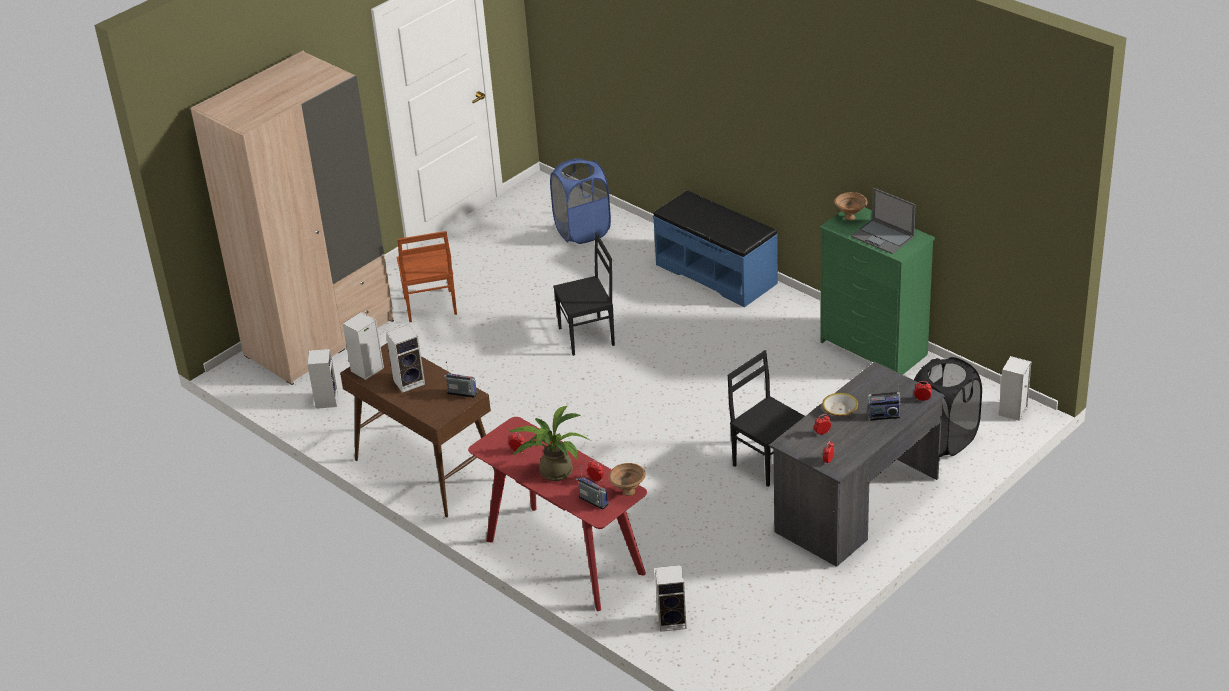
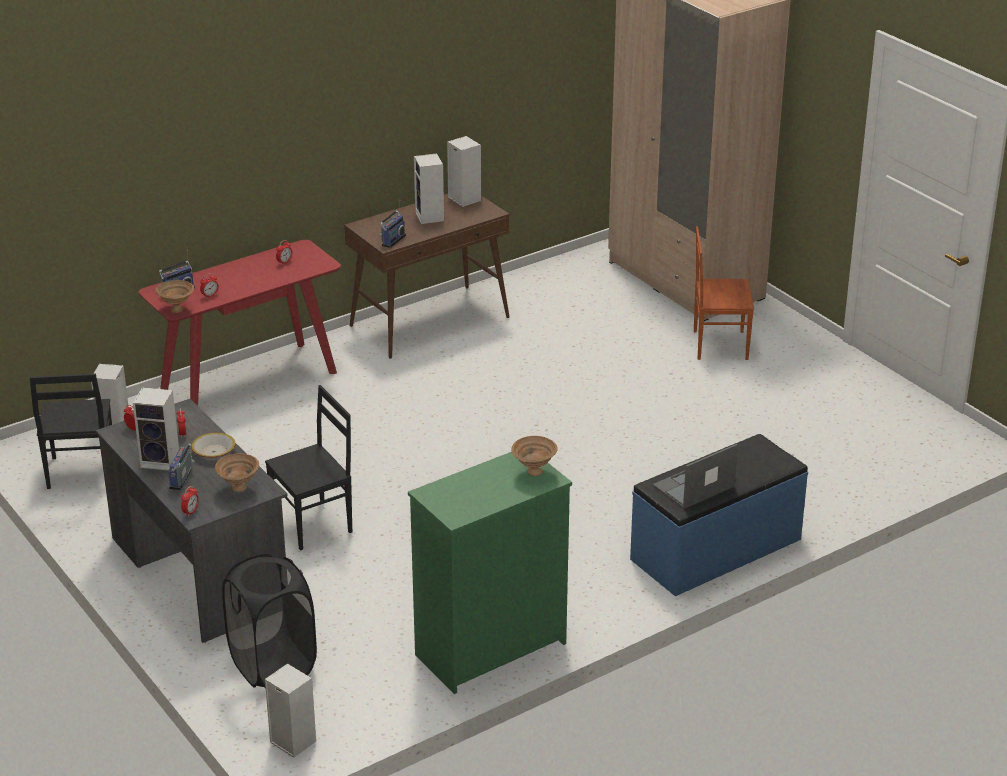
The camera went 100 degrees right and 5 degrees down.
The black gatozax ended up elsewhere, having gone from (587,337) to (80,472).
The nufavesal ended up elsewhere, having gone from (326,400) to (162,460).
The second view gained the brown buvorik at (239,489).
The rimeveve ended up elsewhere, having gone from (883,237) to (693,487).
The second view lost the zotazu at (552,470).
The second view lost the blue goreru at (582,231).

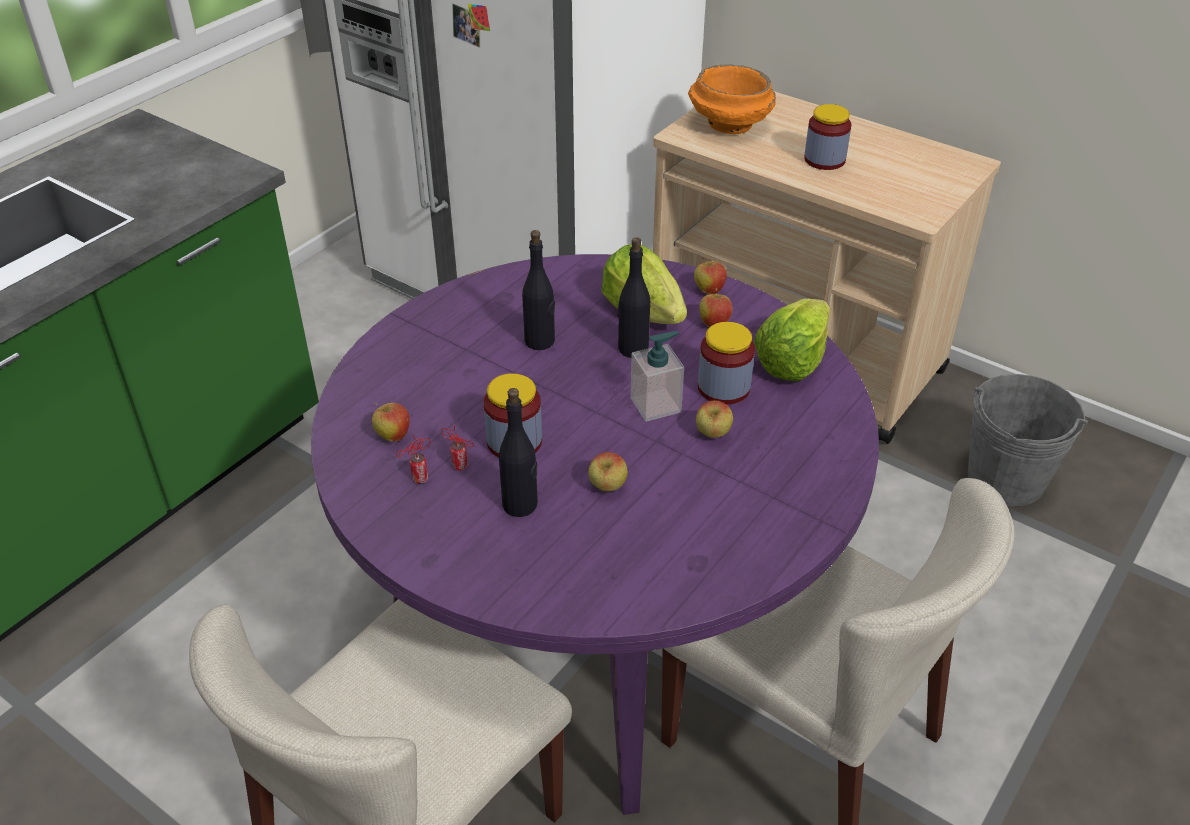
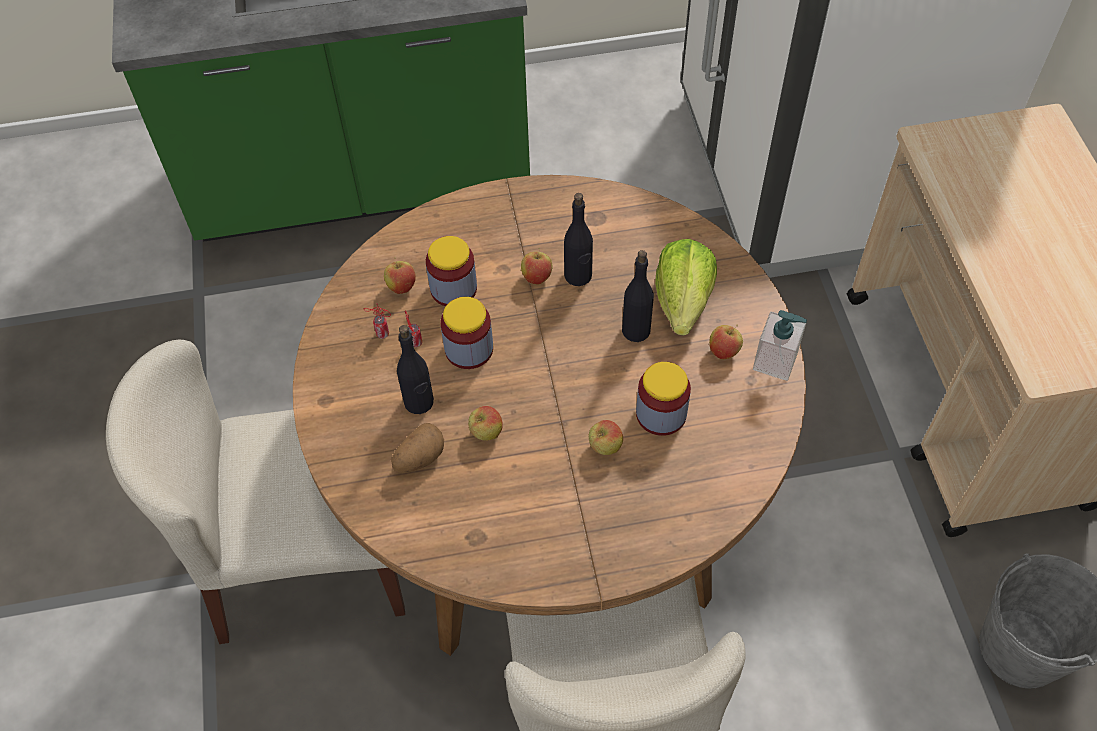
The camera went 45 degrees right and 15 degrees up.
What was the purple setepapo at (594,631) turned into the brown setepapo at (553,508).
The second view gained the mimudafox at (419,458).
The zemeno ended up elsewhere, having gone from (824,160) to (453,289).
The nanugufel ended up elsewhere, having gone from (708,290) to (537,277).
The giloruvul ended up elsewhere, having gone from (656,405) to (775,361).
The second view lost the orange buvorik at (728,124).
The second view lost the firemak at (792,361).

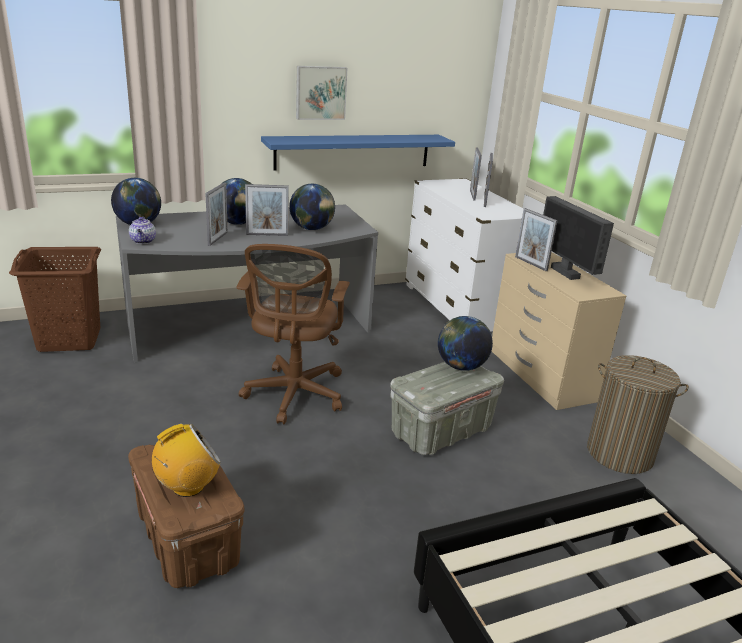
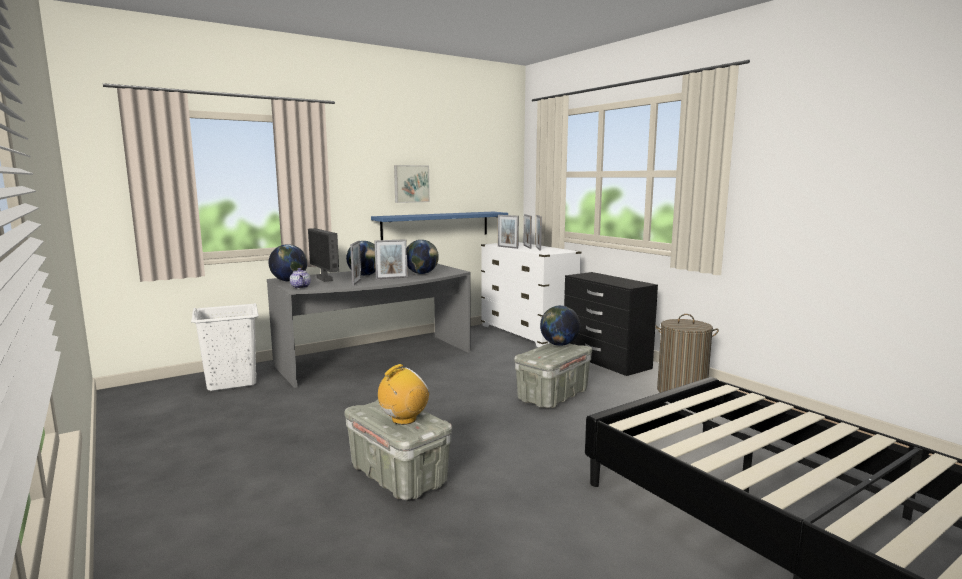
The camera went 10 degrees left and 15 degrees down.
What was the brown goreru at (69,339) turned into the white goreru at (231,381).
The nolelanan ended up elsewhere, having gone from (566,273) to (325,279).
What was the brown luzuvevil at (187,539) turned into the grey luzuvevil at (397,475).
The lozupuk ended up elsewhere, having gone from (531,263) to (507,247).
What was the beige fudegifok at (540,375) turned into the black fudegifok at (605,360).
The second view lost the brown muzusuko at (294,396).

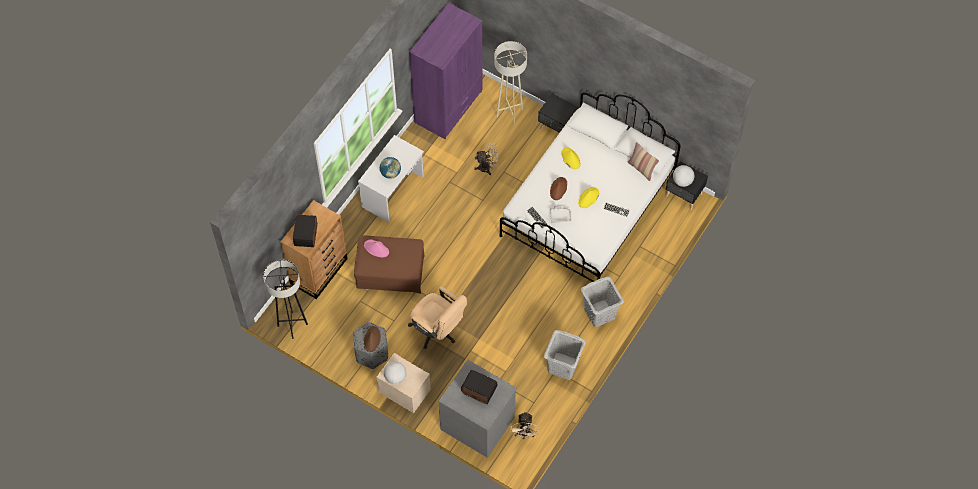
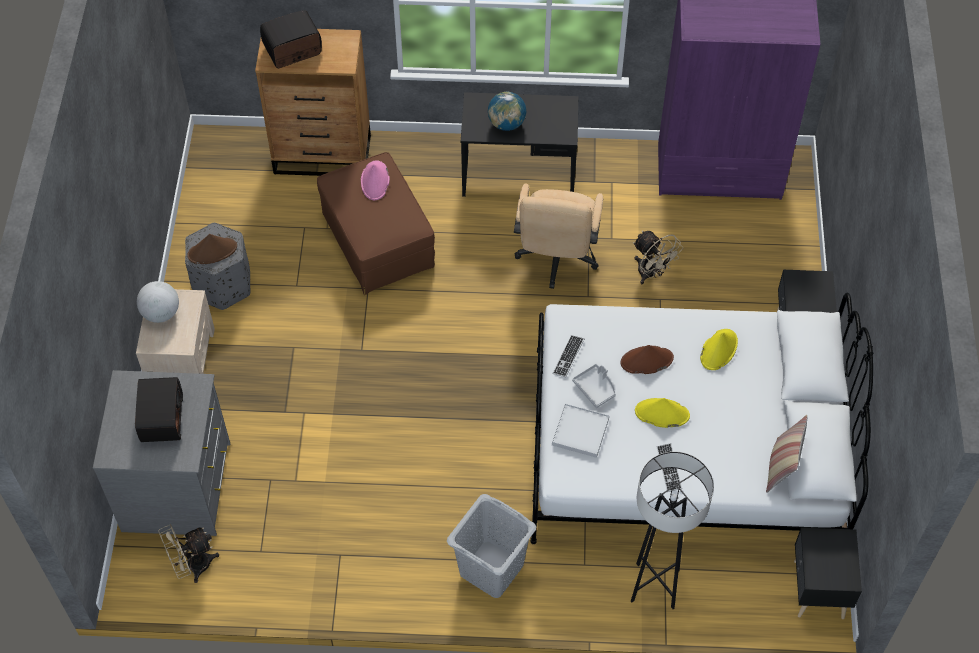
The camera went 60 degrees right and 5 degrees down.
What was the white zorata at (393,192) turned into the black zorata at (518,177).
The beige muzusuko ended up elsewhere, having gone from (438,331) to (556,259).
The second view gained the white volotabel at (580,432).
The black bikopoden ended up elsewhere, having gone from (292,325) to (655,586).
The second view lost the beige bikopoden at (509,113).
The second view lost the grey goreru at (562,366).
The second view lost the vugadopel at (682,181).

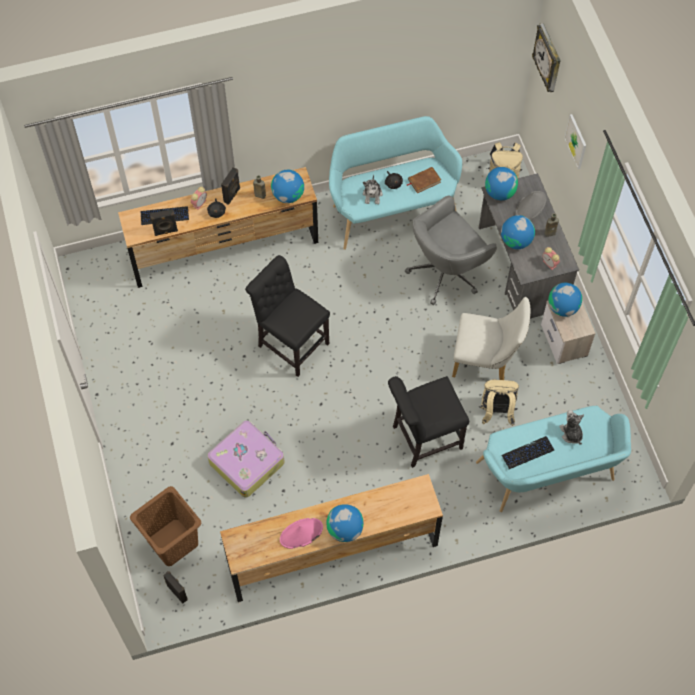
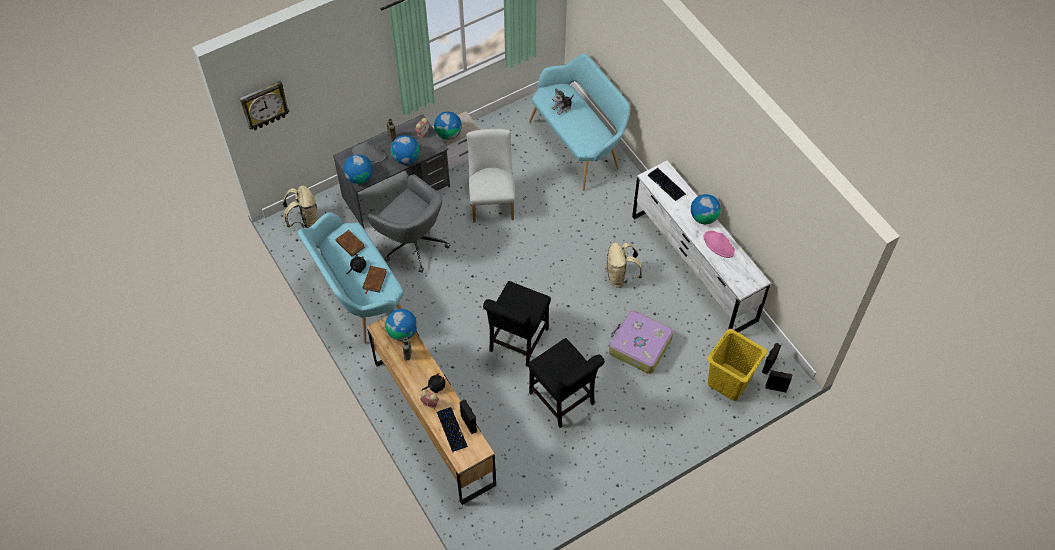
The camera went 105 degrees left and 5 degrees down.
Where the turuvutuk stood at (372,195), the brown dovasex came to stand at (374,280).
The black gatozax ended up elsewhere, having gone from (423,438) to (564,401).
The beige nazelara ended up elsewhere, having gone from (496,412) to (620,276).
What was the brown fudegifok at (332,553) turned into the white fudegifok at (693,267).
The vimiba ended up elsewhere, having gone from (527,453) to (666,185).
What was the brown goreru at (173,542) turned into the yellow goreru at (729,381).
The black nufavesal ended up elsewhere, having gone from (232,195) to (776,387).
The second view lost the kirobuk at (576,141).

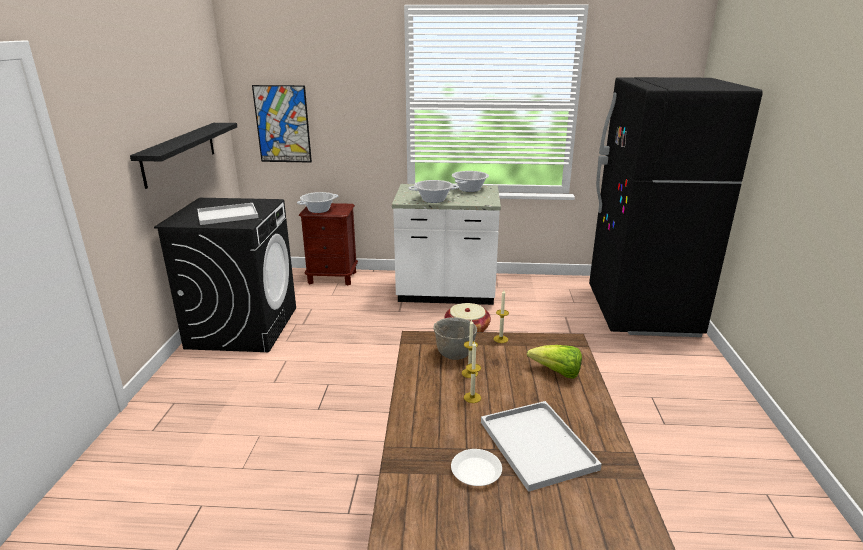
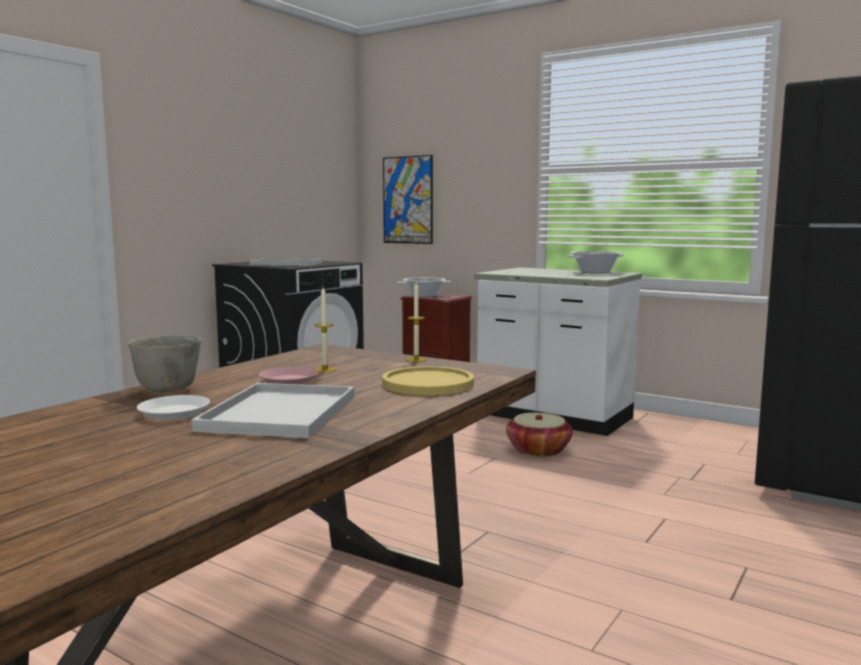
The camera went 30 degrees right and 15 degrees down.
The grey buvorik ended up elsewhere, having gone from (453,354) to (167,389).
Where the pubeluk stood at (472,397), the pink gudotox came to stand at (288,380).
Where the firemak stood at (557,373), the yellow gudotox came to stand at (428,383).
The second view lost the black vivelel at (180,153).
The second view lost the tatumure at (433,200).

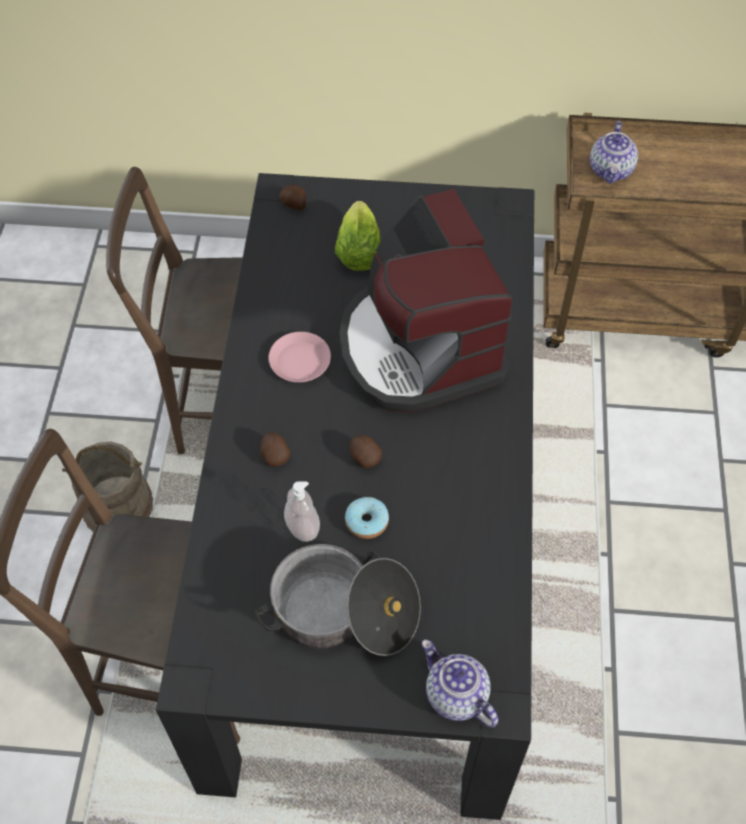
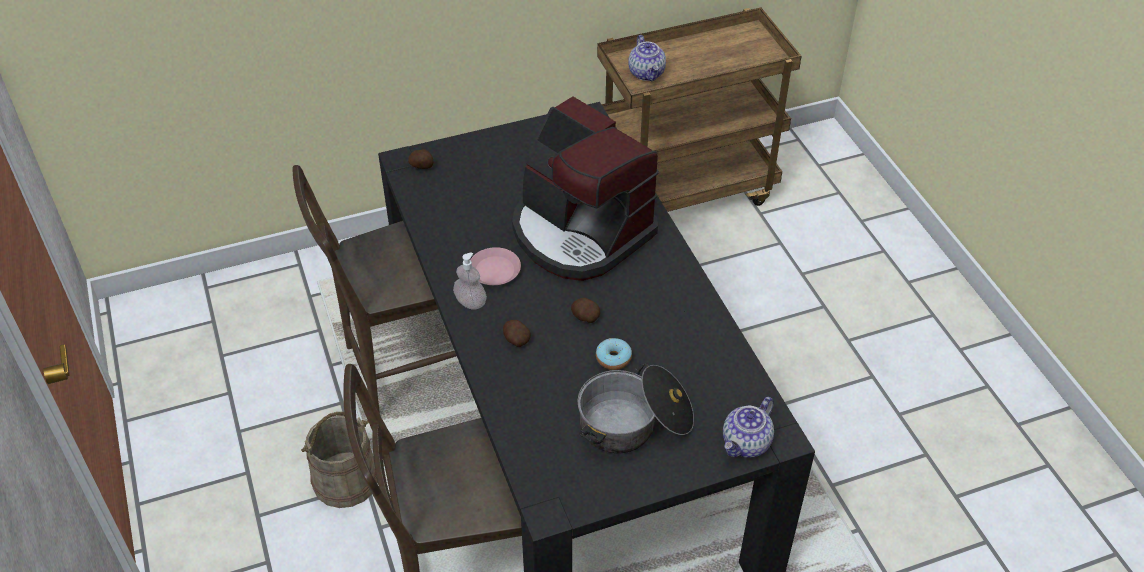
The camera went 25 degrees left and 10 degrees down.
The giloruvul ended up elsewhere, having gone from (302,527) to (470,302).
The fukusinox at (455,695) ended up facing another way, 75 degrees counterclockwise from before.
The second view lost the firemak at (358,253).

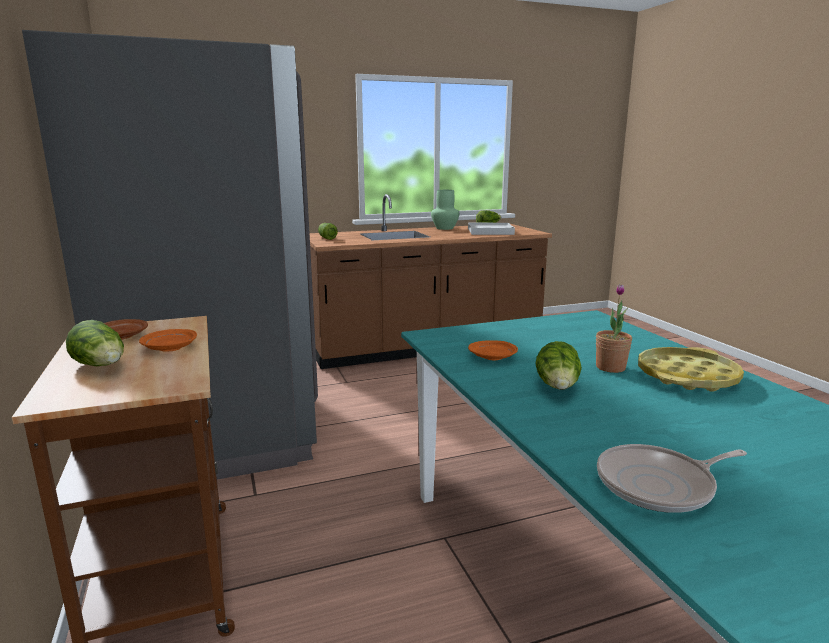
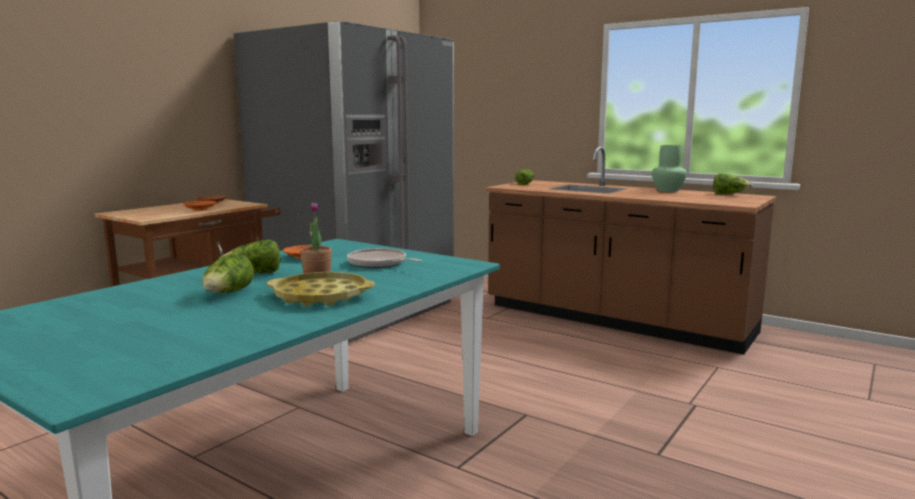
The camera went 55 degrees right and 5 degrees down.
The firemak ended up elsewhere, having gone from (102,366) to (228,294).
The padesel ended up elsewhere, having gone from (659,485) to (379,264).
The second view lost the white volotabel at (490,231).

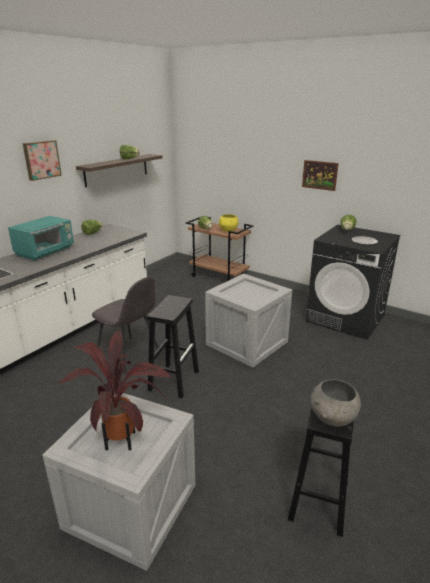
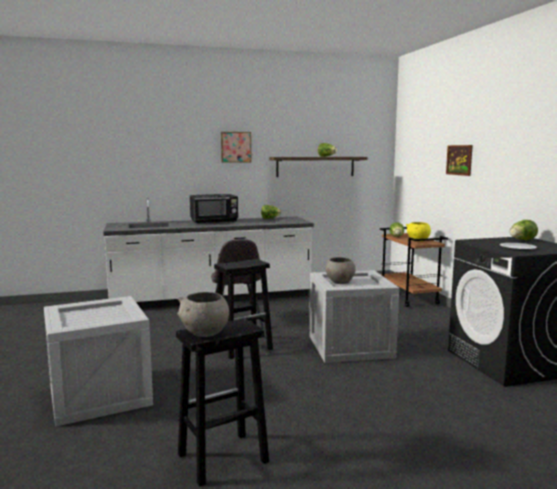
The camera went 40 degrees right and 15 degrees down.
What was the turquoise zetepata at (46,252) turned into the black zetepata at (214,221).
The second view gained the grey buvorik at (339,282).
The kirobuk ended up elsewhere, having gone from (319,175) to (459,160).
The second view lost the zotazu at (123,438).

